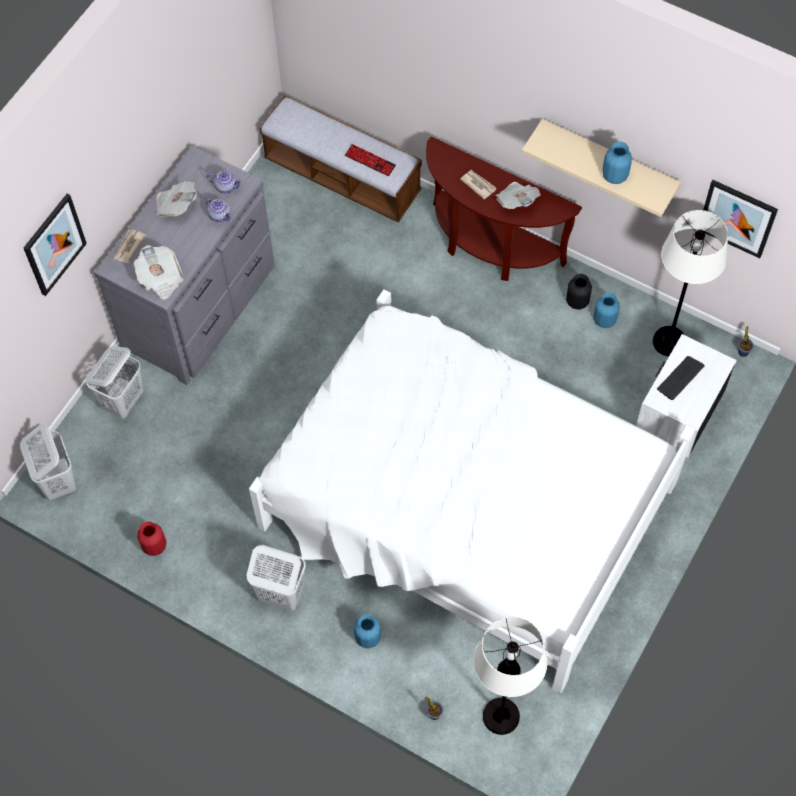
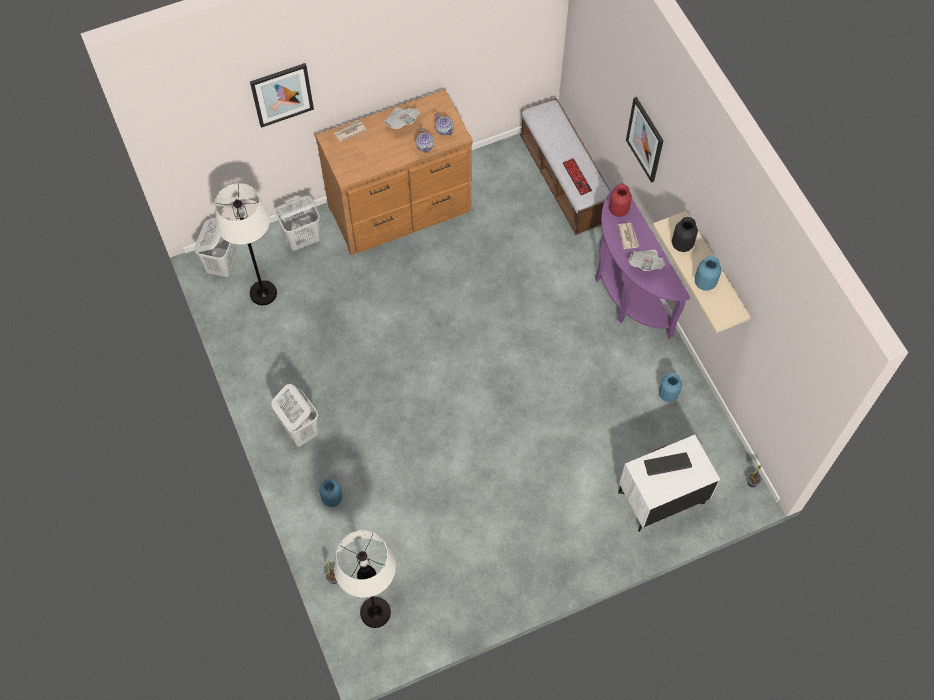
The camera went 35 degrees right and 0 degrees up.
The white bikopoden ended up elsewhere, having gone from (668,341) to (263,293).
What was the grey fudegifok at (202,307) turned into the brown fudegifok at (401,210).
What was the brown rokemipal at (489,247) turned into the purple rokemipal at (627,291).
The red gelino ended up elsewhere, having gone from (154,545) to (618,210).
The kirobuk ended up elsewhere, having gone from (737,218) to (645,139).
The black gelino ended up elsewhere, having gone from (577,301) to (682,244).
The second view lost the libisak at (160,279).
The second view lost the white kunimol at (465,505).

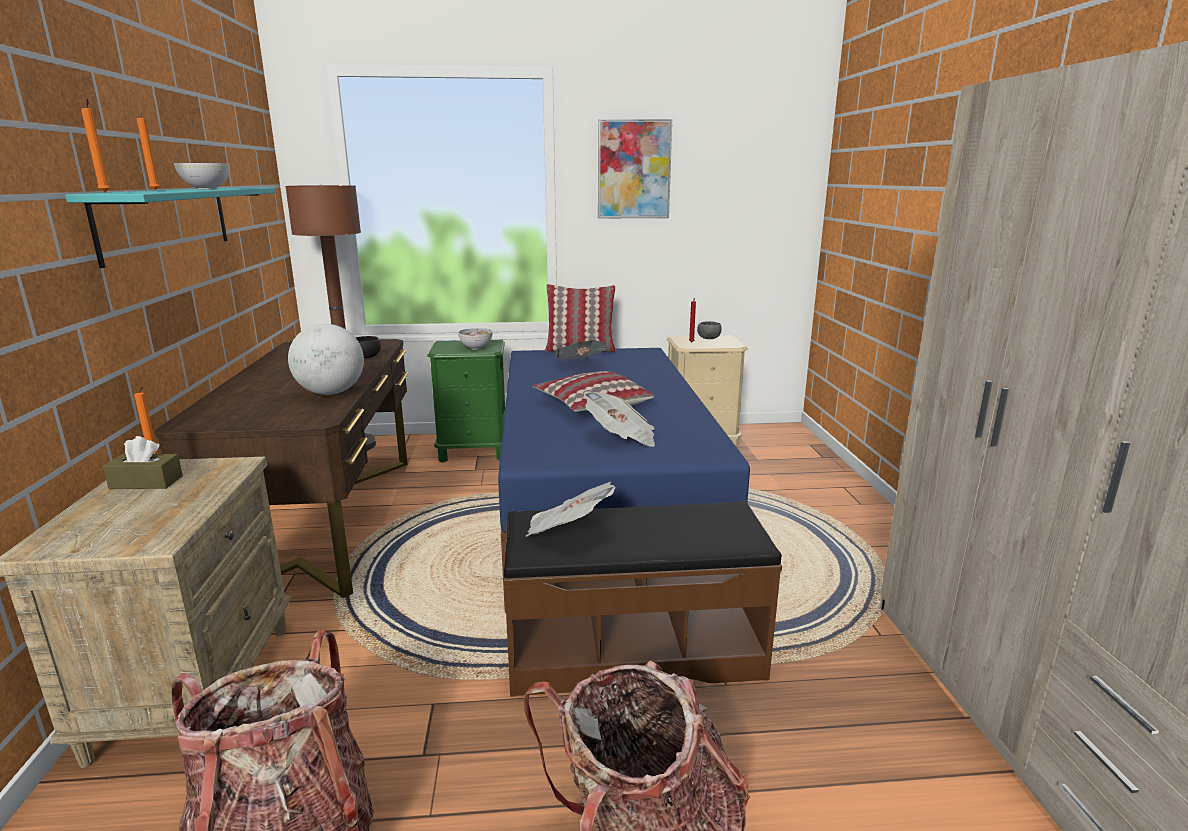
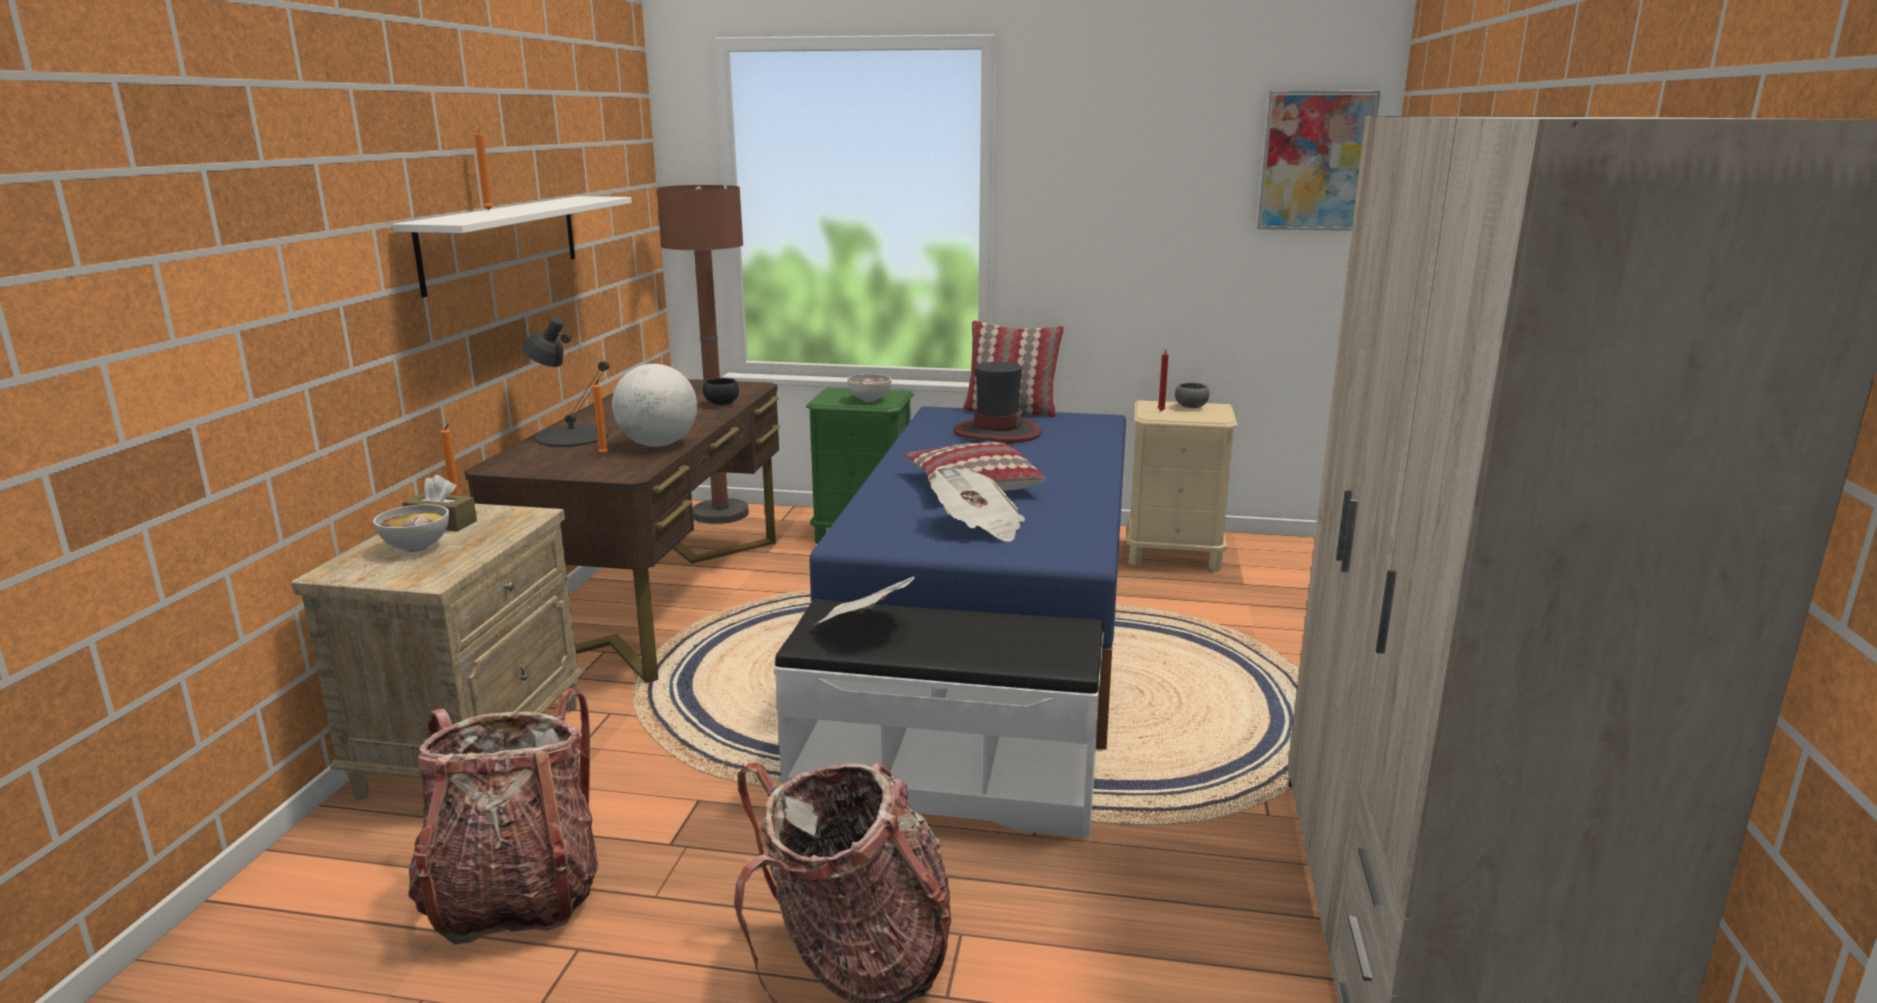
The camera went 15 degrees right and 0 degrees up.
The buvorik ended up elsewhere, having gone from (206,189) to (416,548).
What was the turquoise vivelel at (167,221) turned into the white vivelel at (502,242).
The second view gained the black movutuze at (571,436).
The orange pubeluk ended up elsewhere, having gone from (105,192) to (603,455).
What was the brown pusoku at (633,649) turned into the white pusoku at (944,782).
Where the libisak stood at (581,365), the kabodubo came to stand at (996,432).
The kirobuk ended up elsewhere, having gone from (634,169) to (1316,161).

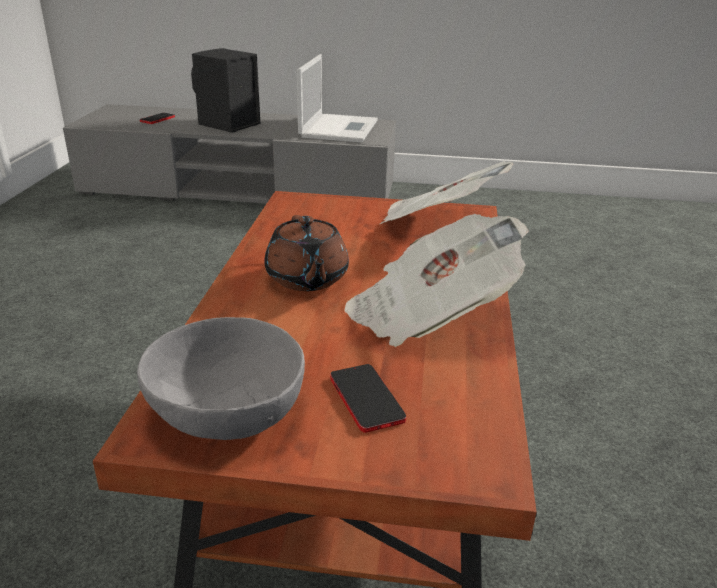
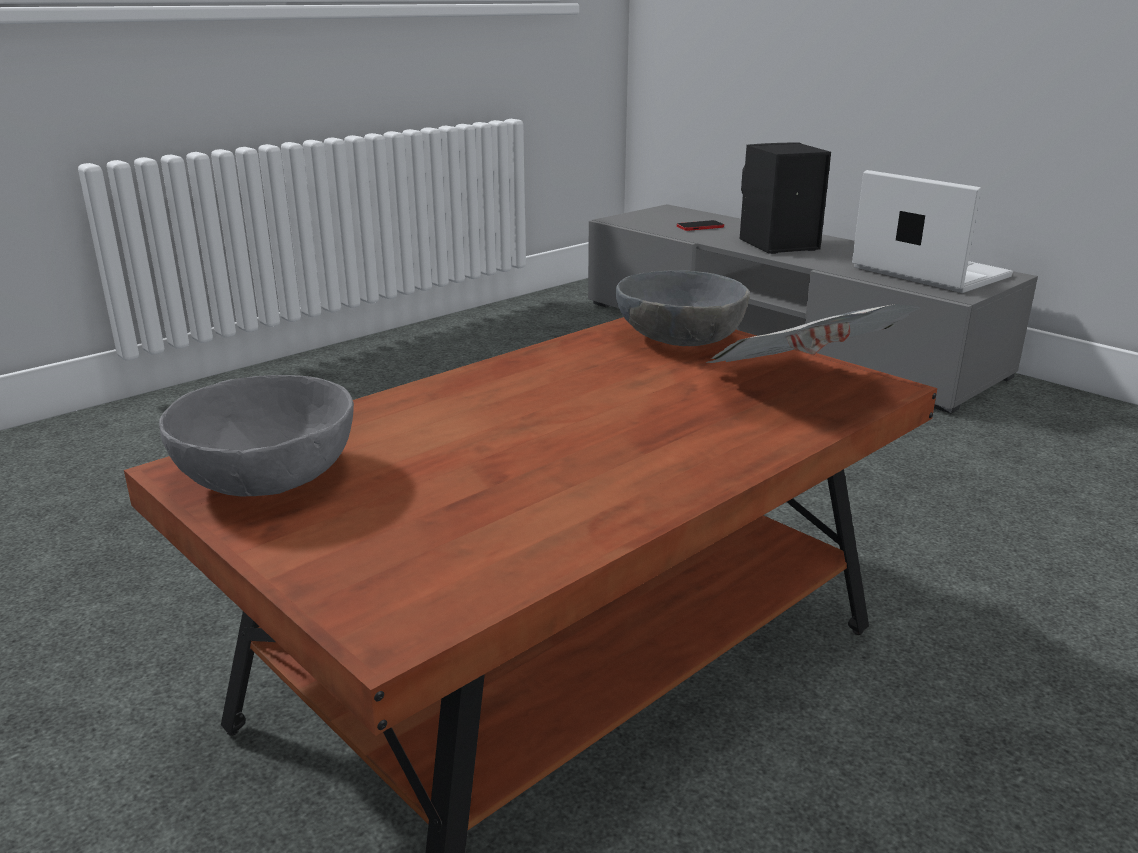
The camera went 40 degrees right and 5 degrees down.
The second view gained the grey buvorik at (681,338).
The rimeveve at (339,128) ended up facing another way, 90 degrees counterclockwise from before.
The second view lost the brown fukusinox at (307,279).
The second view lost the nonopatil at (366,398).
The second view lost the libisak at (429,315).

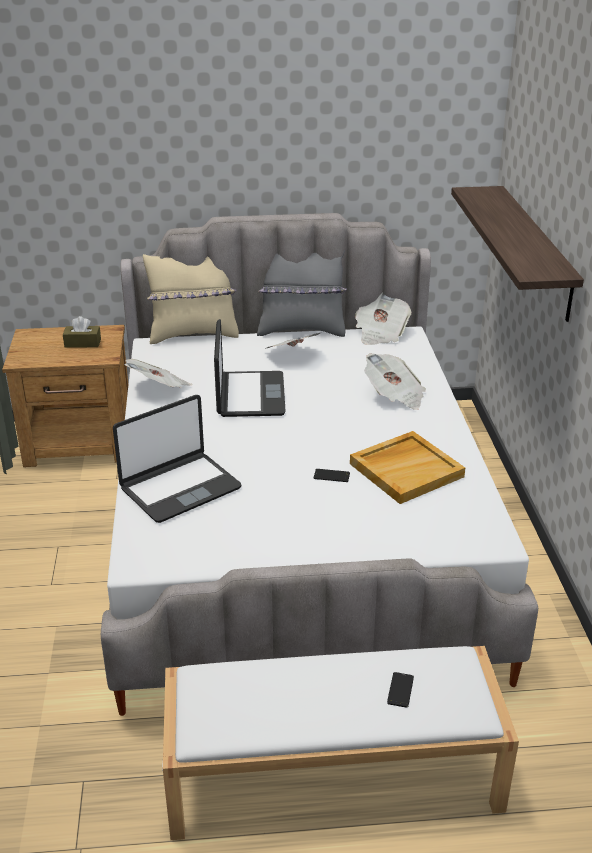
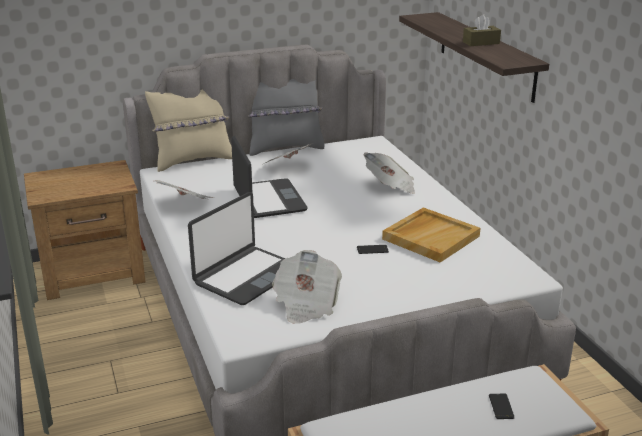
The camera went 15 degrees left and 5 degrees down.
The libisak ended up elsewhere, having gone from (380,333) to (306,304).
The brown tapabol ended up elsewhere, having gone from (82,343) to (481,43).

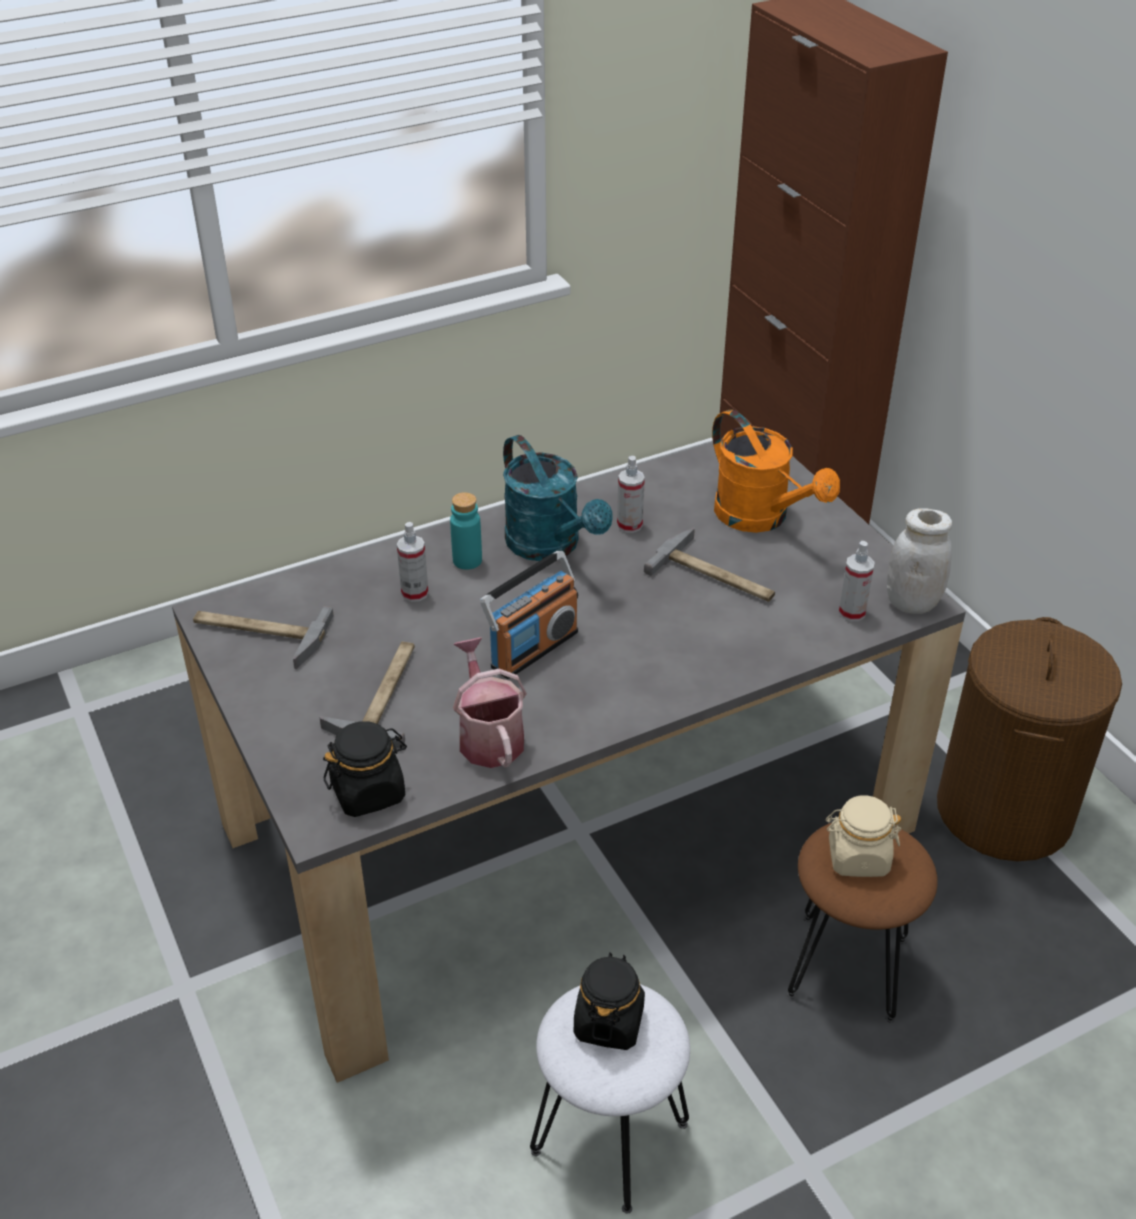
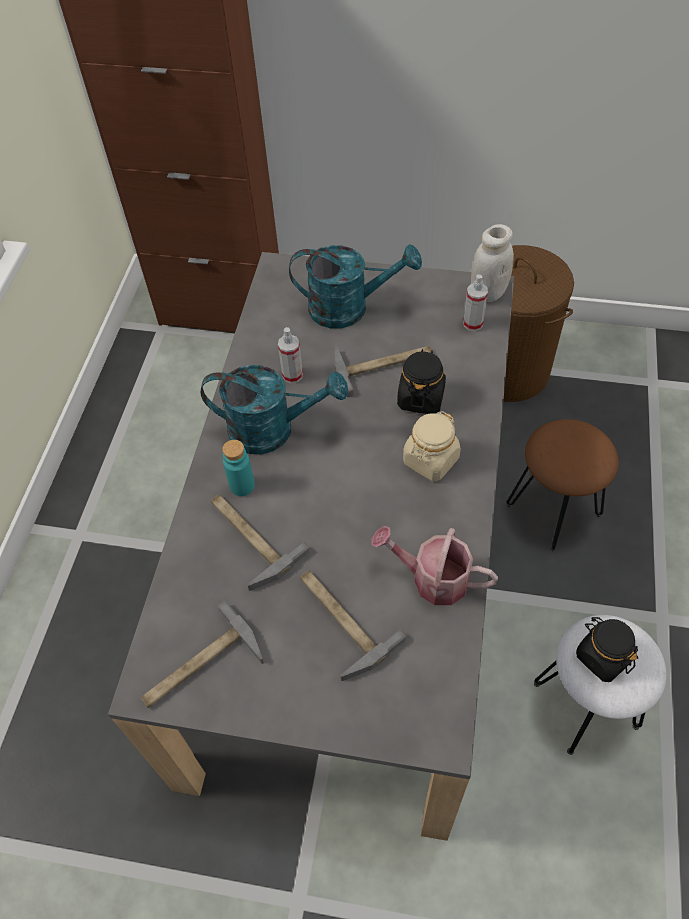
The camera went 50 degrees left and 15 degrees up.
Where the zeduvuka stood at (414,593), the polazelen came to stand at (248,537).
What was the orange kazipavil at (761,518) turned into the turquoise kazipavil at (349,308).
The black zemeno ended up elsewhere, having gone from (369,792) to (421,397).
The beige zemeno ended up elsewhere, having gone from (857,857) to (430,460).
The second view lost the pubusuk at (533,648).

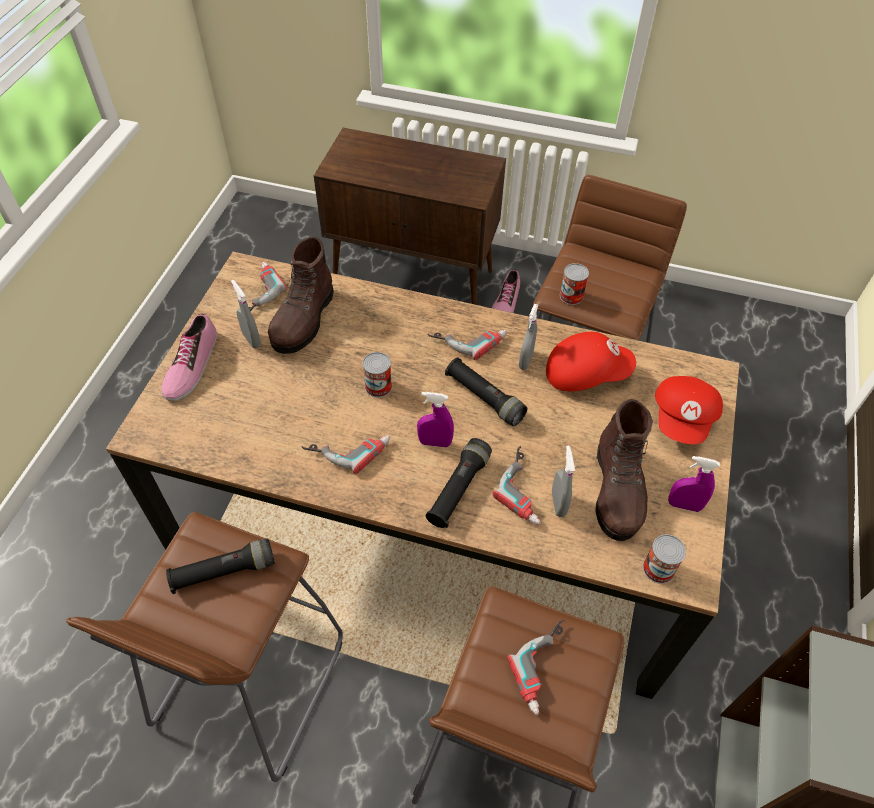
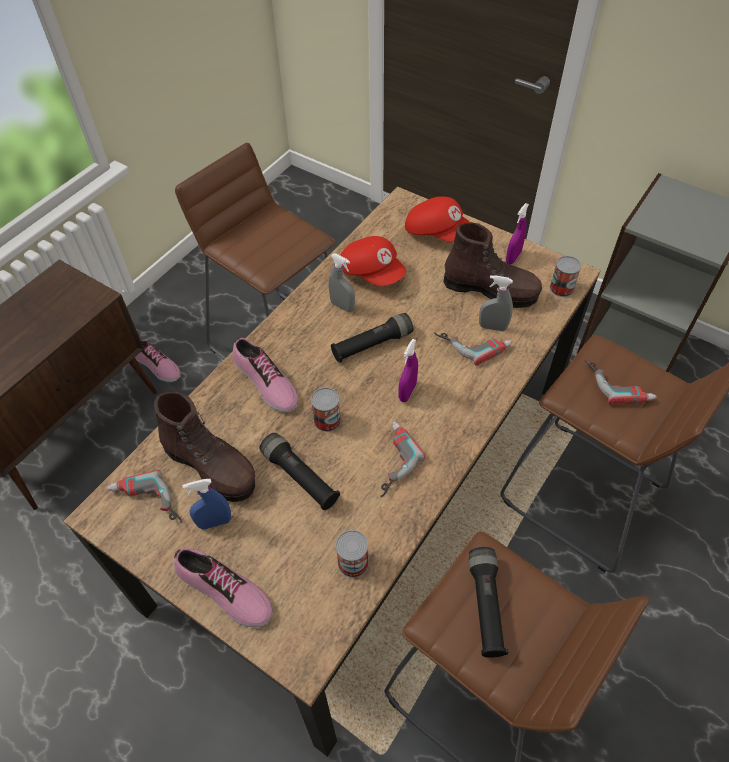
The camera went 70 degrees left and 0 degrees up.
What was the grey zeduvuka at (251,339) turned into the blue zeduvuka at (214,522).
The second view gained the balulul at (265,383).
The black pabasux ended up elsewhere, having gone from (458,489) to (300,477).
The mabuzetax ended up elsewhere, having gone from (571,296) to (353,562).
The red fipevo at (586,373) ended up facing another way, 120 degrees clockwise from before.
The second view lost the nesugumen at (468,337).

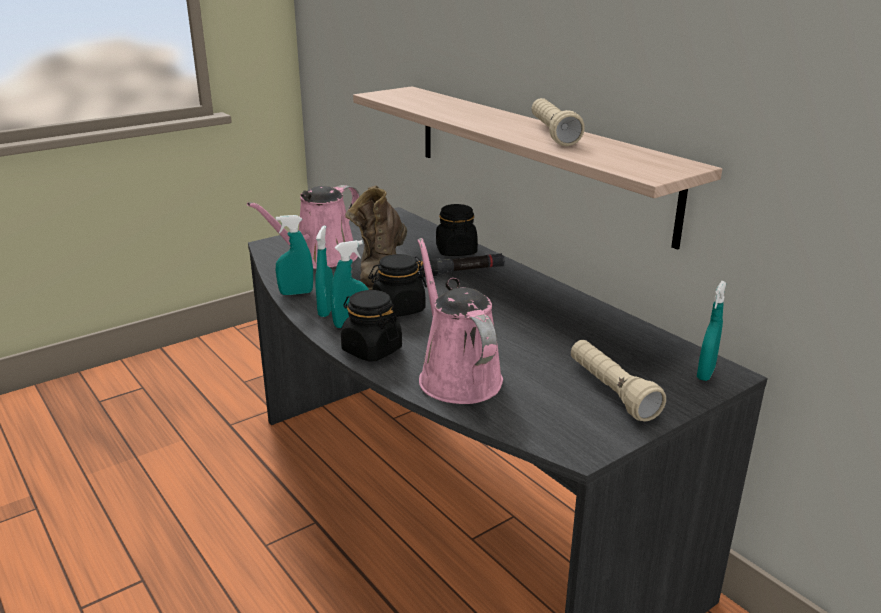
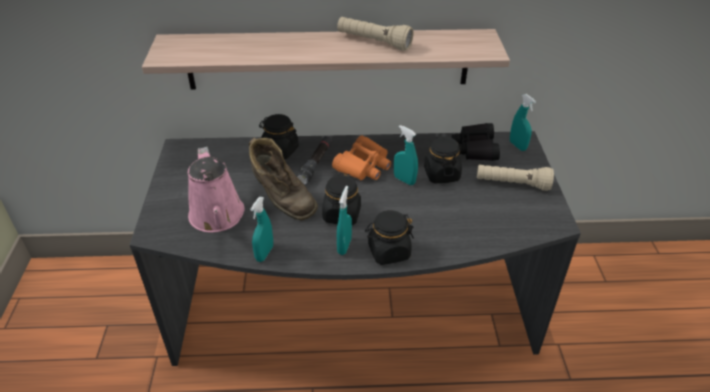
The camera went 55 degrees left and 15 degrees up.
The second view gained the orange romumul at (363,166).
The turquoise zeduvuka ended up elsewhere, having gone from (326,310) to (404,180).
The second view gained the black zemeno at (441,174).
The second view gained the black romumul at (475,148).
The second view lost the pink kazipavil at (456,376).

